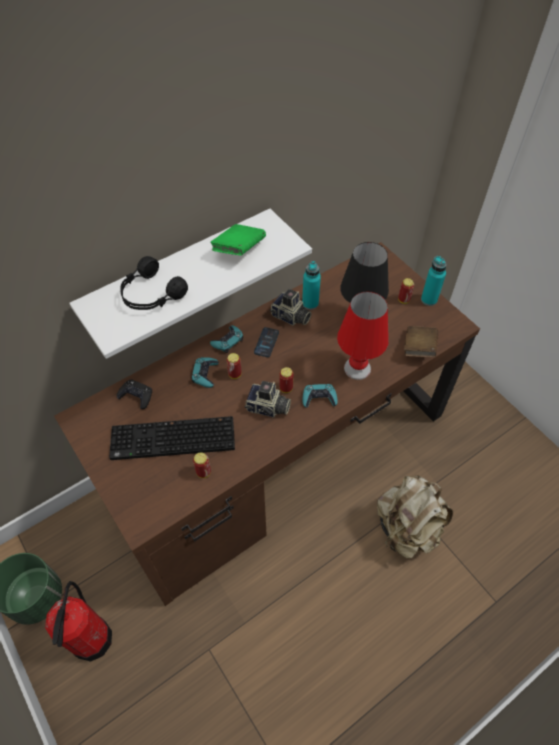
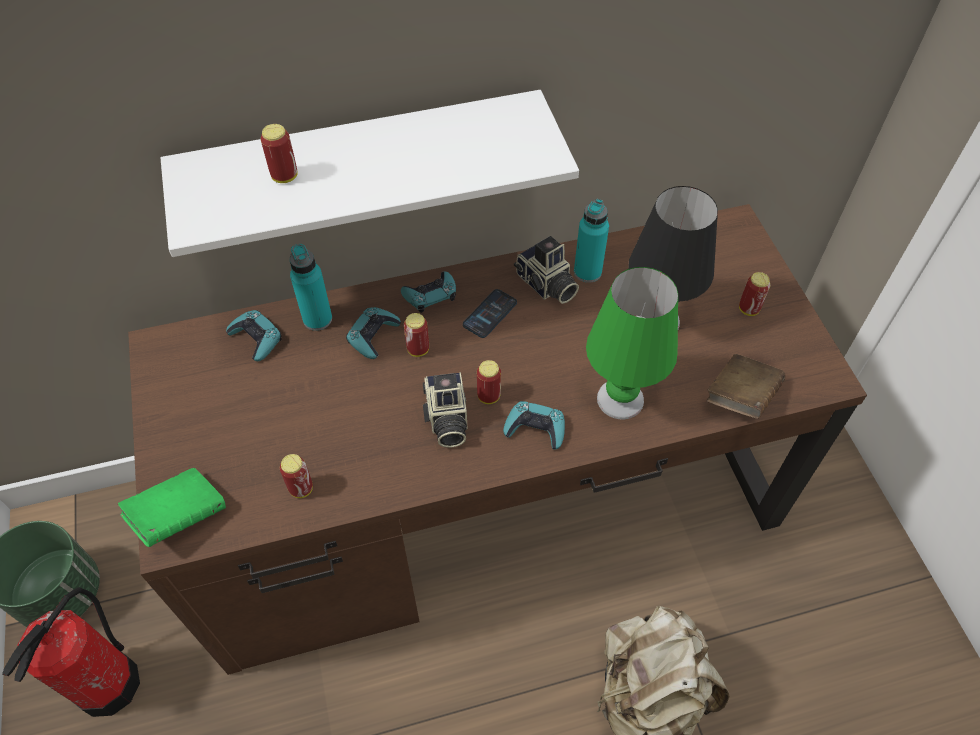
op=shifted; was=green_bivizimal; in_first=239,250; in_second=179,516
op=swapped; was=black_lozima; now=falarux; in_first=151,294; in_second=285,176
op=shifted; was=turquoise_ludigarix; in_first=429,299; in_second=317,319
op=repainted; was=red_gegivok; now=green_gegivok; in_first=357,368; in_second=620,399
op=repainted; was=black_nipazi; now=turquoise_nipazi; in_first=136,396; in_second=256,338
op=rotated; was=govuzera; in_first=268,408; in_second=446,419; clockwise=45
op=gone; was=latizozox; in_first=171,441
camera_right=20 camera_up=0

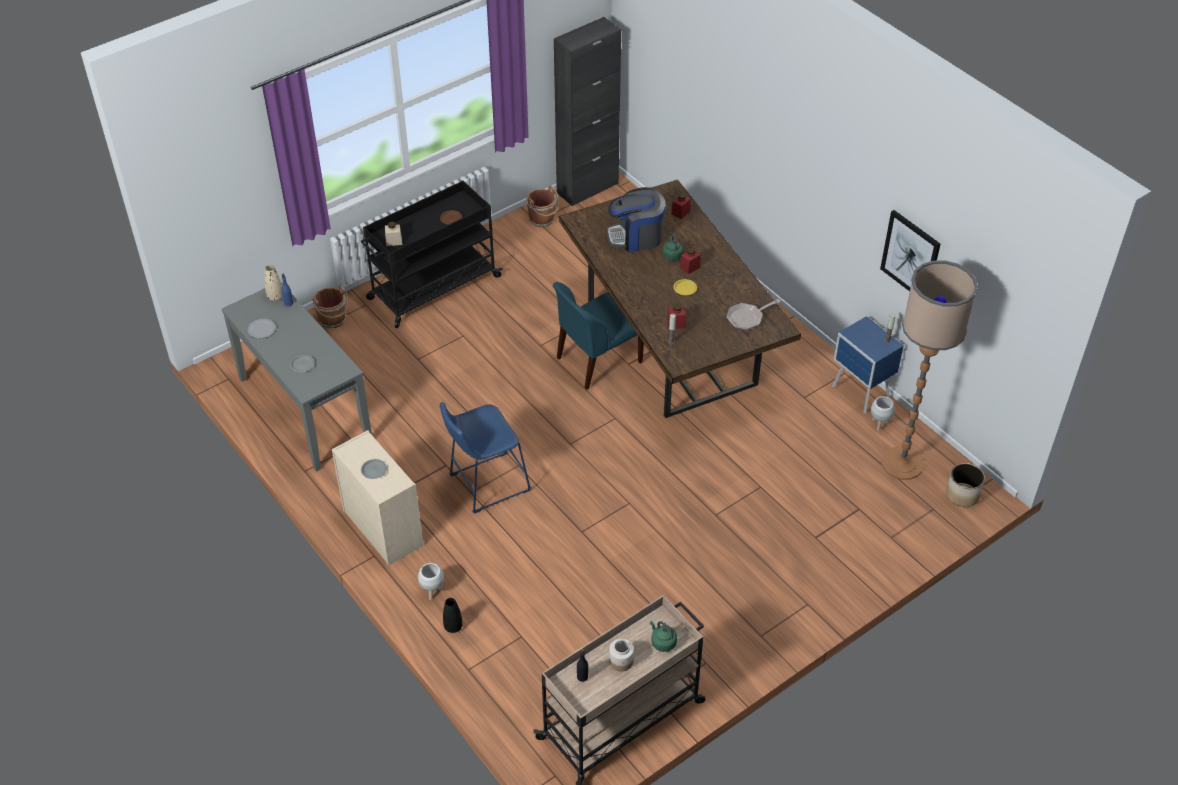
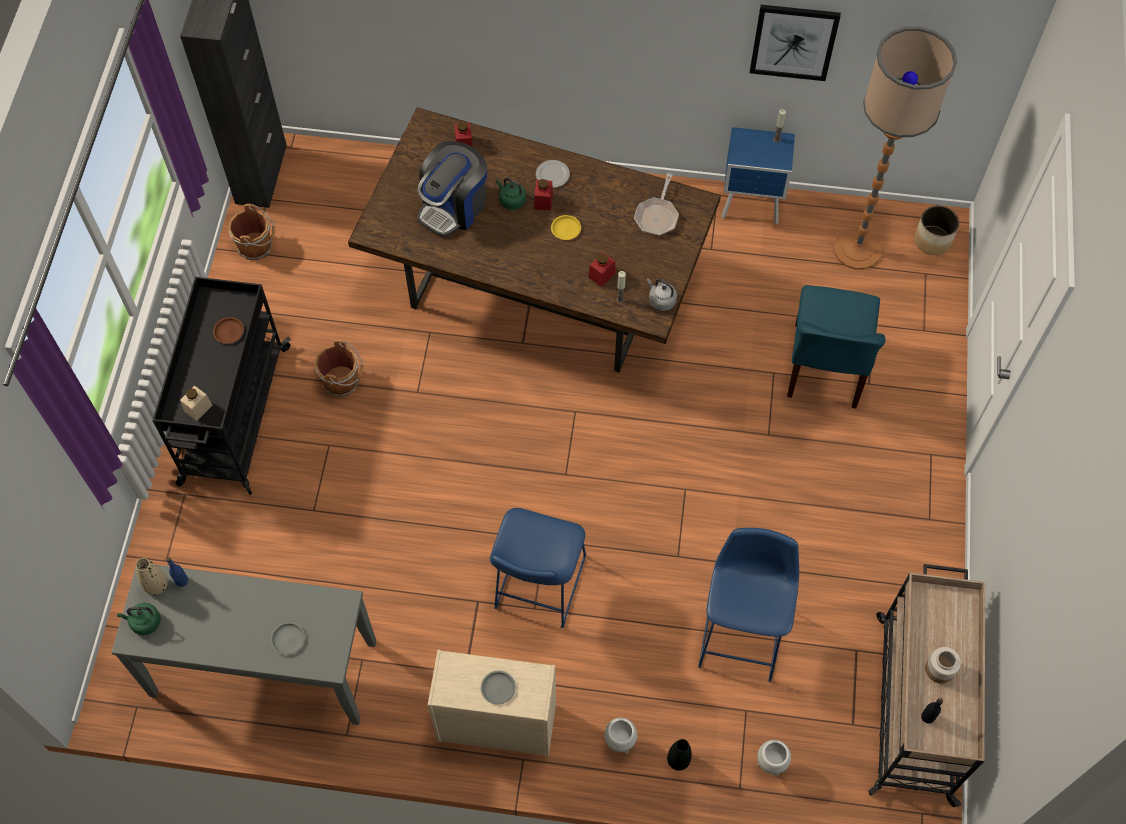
op=shifted; was=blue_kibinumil; in_first=597,360; in_second=825,368
op=shifted; was=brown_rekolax; in_first=333,320; in_second=343,381
op=shifted; was=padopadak; in_first=262,329; in_second=552,174
op=shifted; was=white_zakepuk; in_first=879,424; in_second=770,765
op=shifted; was=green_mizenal; in_first=662,642; in_second=144,622
op=new; now=grey_mizenal; in_second=661,300
op=new; now=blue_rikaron; in_second=742,630
camera_right=-45 camera_up=15

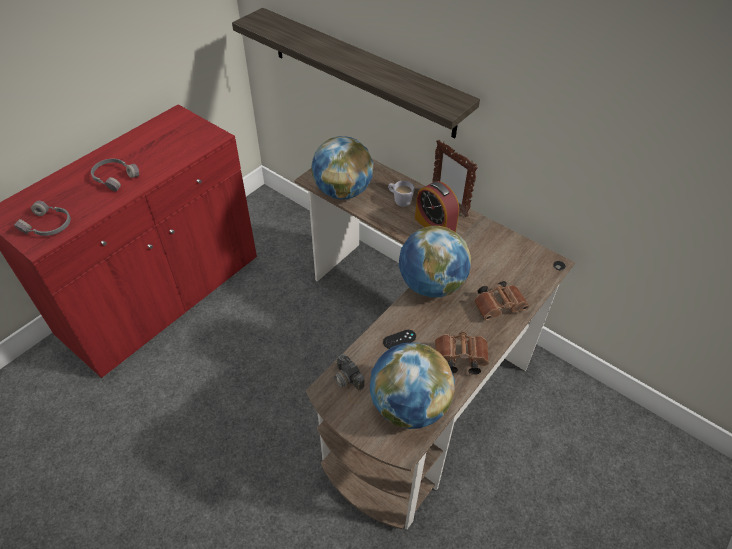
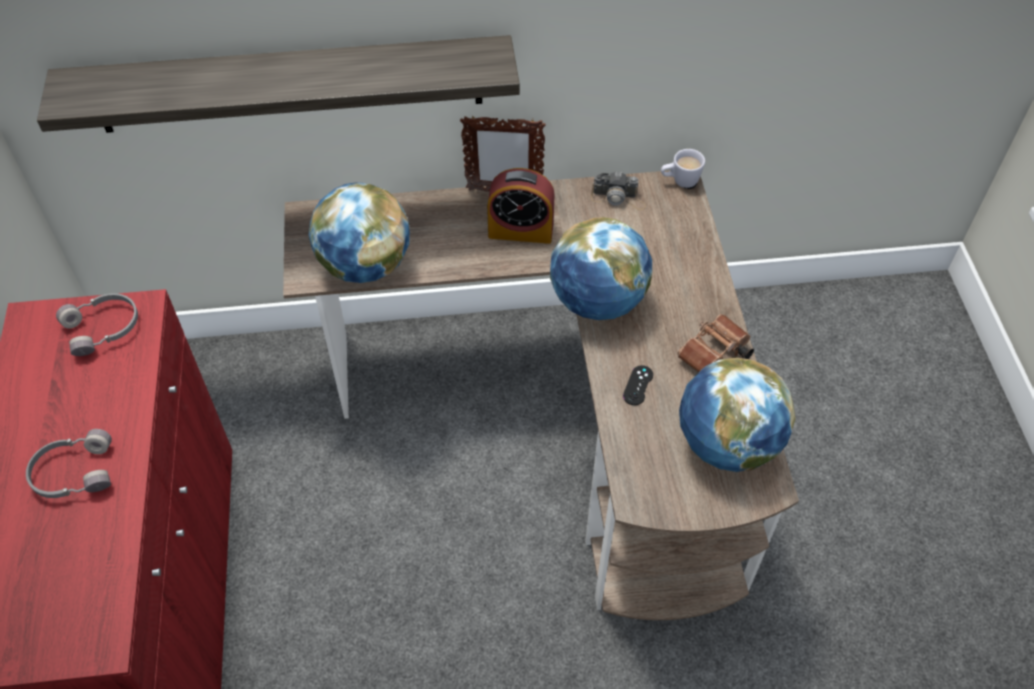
op=shifted; was=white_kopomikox; in_first=399,200; in_second=680,181
op=shifted; was=grey_lozima; in_first=48,226; in_second=104,328
op=gone; was=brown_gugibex; in_first=500,306
op=shifted; was=govuzera; in_first=348,382; in_second=618,198
camera_right=-45 camera_up=5

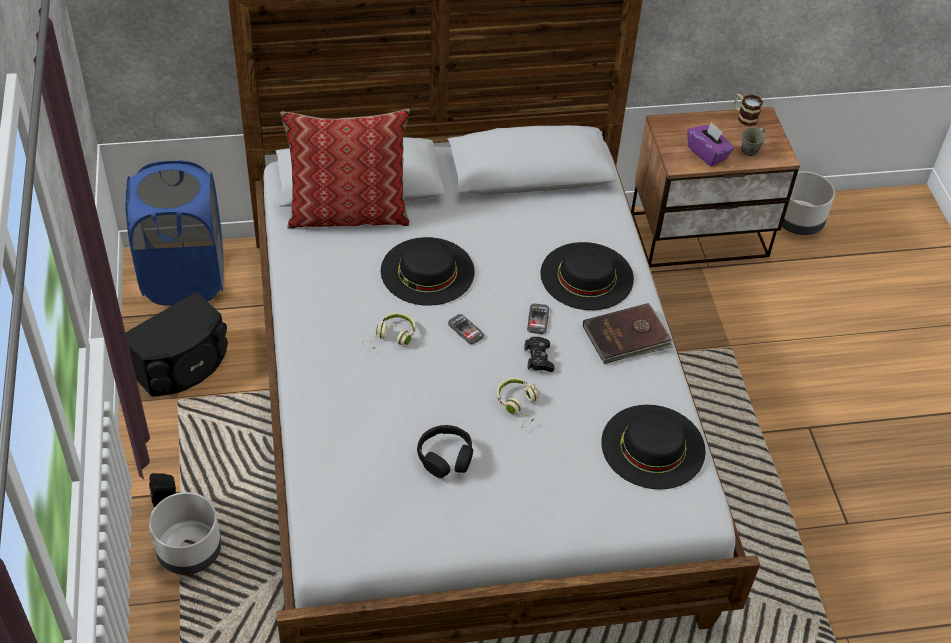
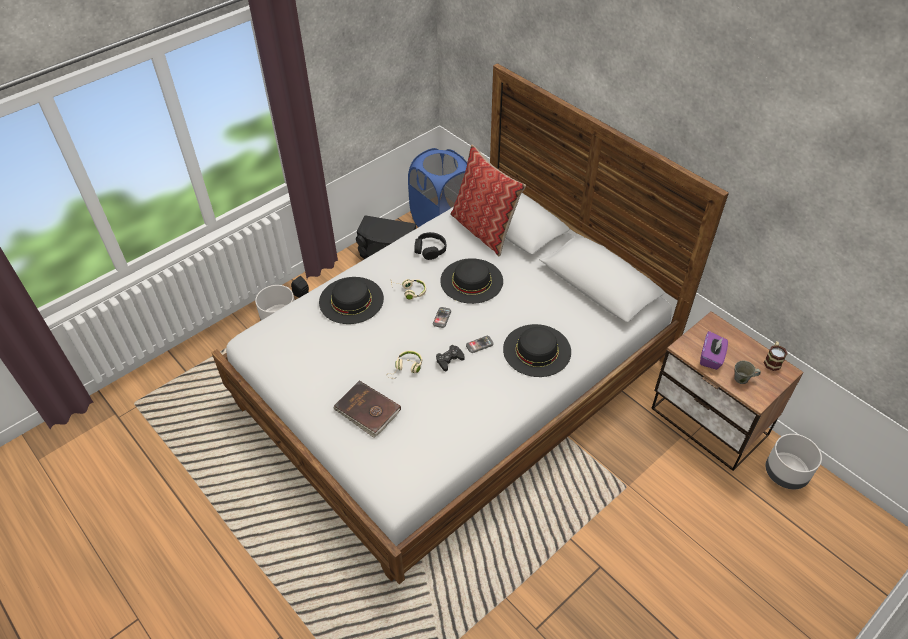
op=shifted; was=brown_bivizimal; in_first=627,337; in_second=367,411
op=shifted; was=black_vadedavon; in_first=653,446; in_second=351,300
op=shifted; was=black_lozima; in_first=445,457; in_second=430,250
camera_right=60 camera_up=0

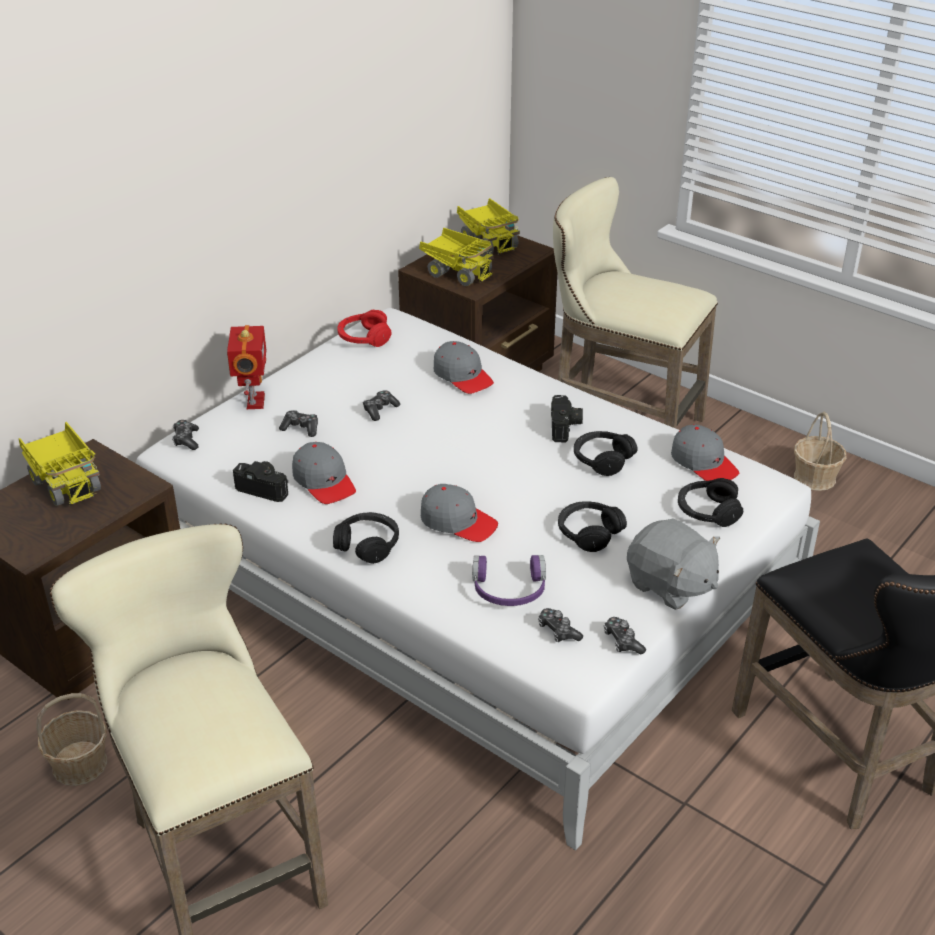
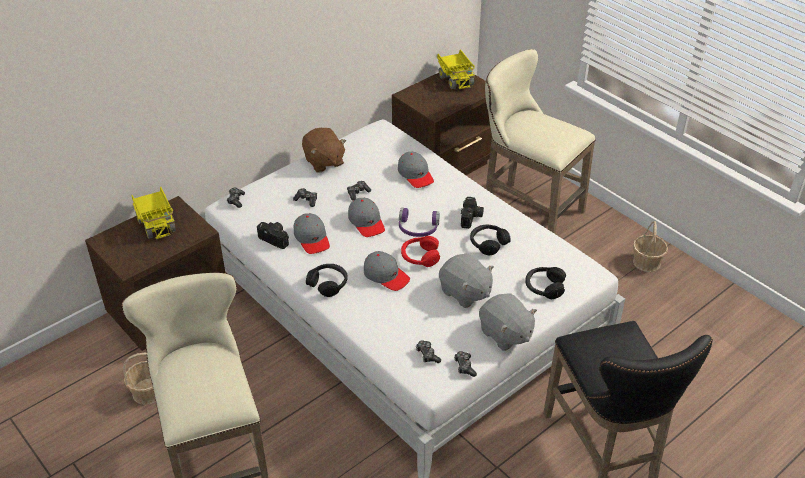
op=gone; was=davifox; in_first=457,272
op=shifted; was=red_lozima; in_first=364,338; in_second=420,257
op=gone; was=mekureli; in_first=253,402
op=shifted; was=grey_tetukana; in_first=704,463; in_second=366,222
op=swapped; was=black_lozima; now=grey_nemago; in_first=589,533; in_second=465,293
op=shifted; was=purple_lozima; in_first=509,591; in_second=418,229
op=new; now=brown_nemago; in_second=323,162
camera_right=10 camera_up=5

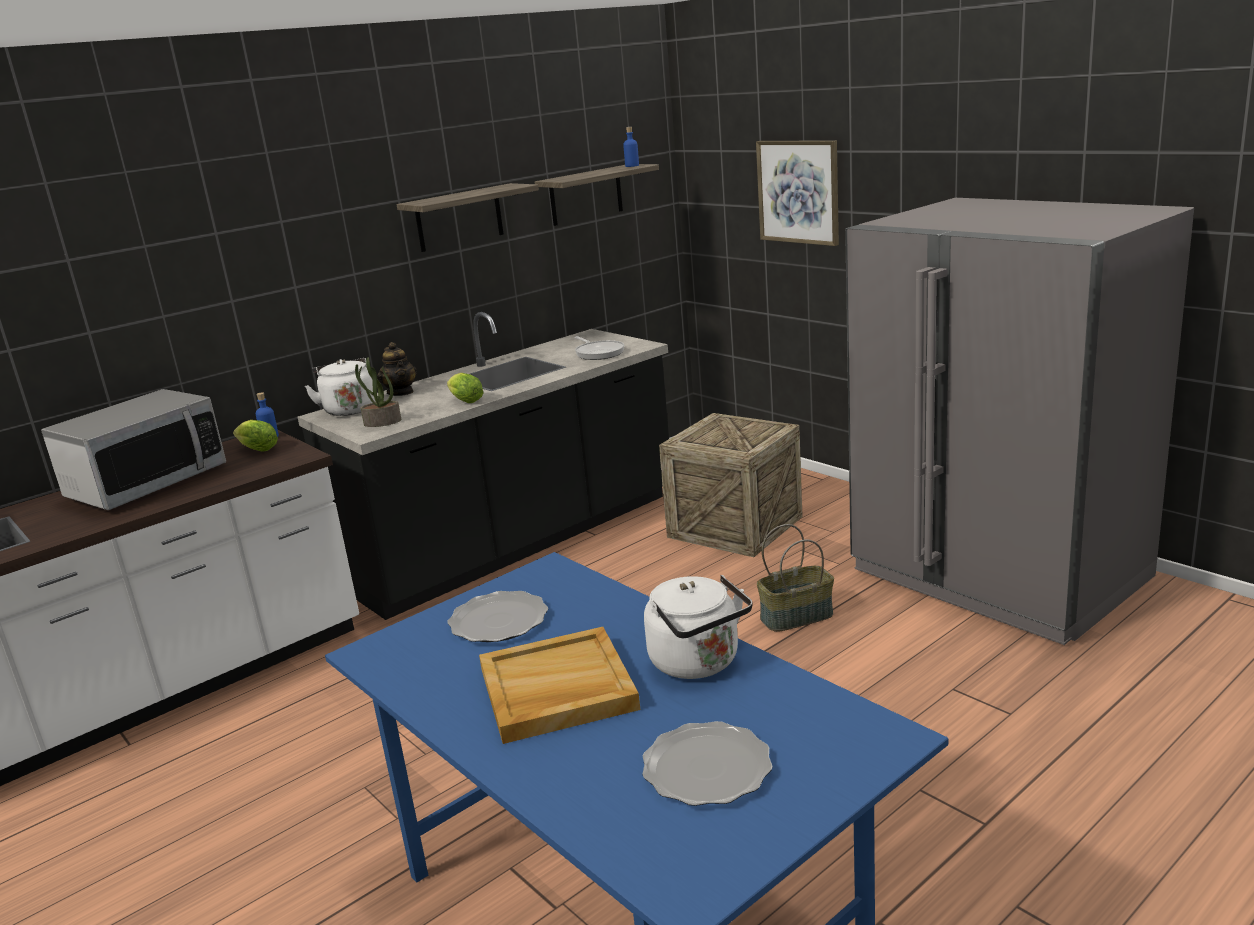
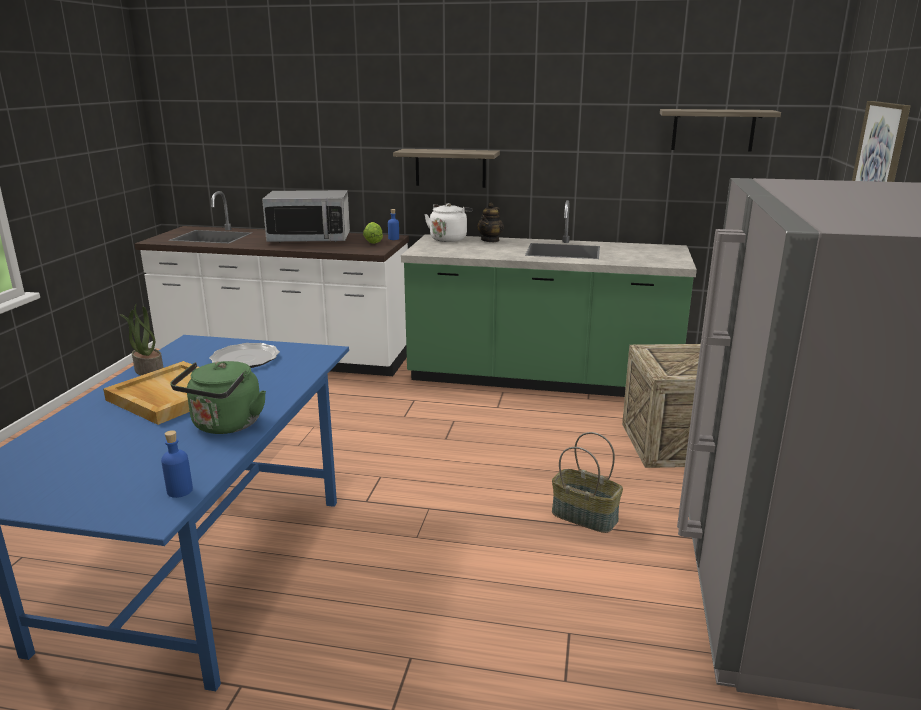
op=shifted; was=blue_ludigarix; in_first=632,166; in_second=180,491
op=shifted; was=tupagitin; in_first=459,218; in_second=450,168
op=repainted; was=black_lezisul; now=green_lezisul; in_first=517,542; in_second=541,379
op=gone; was=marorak; in_first=598,353
op=shifted; was=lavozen; in_first=382,422; in_second=148,370
op=gone; was=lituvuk; in_first=464,401
op=repainted; was=white_mizenal; now=green_mizenal; in_first=699,663; in_second=225,426
op=gone; was=padopadak; in_first=707,769
camera_right=50 camera_up=0

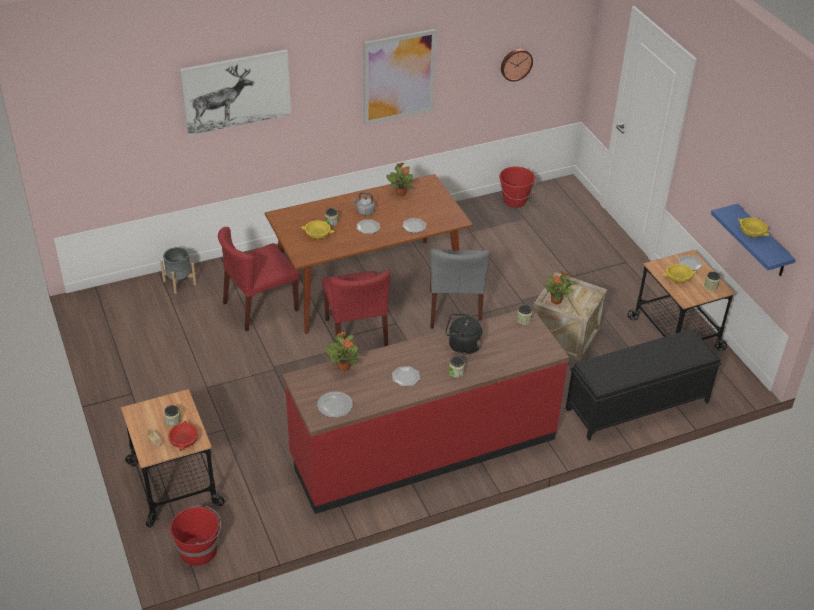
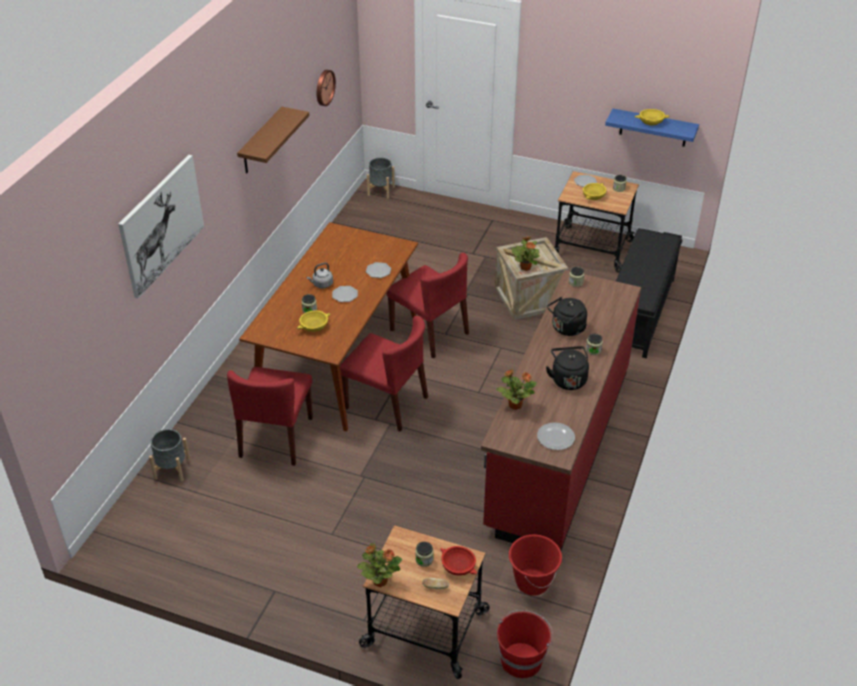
op=swapped; was=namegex; now=brown_tupagitin; in_first=398,76; in_second=261,141
op=shifted; was=lavozen; in_first=401,193; in_second=379,581
op=shifted; was=red_rekolax; in_first=514,201; in_second=532,582
op=repainted; was=grey_kibinumil; now=red_kibinumil; in_first=455,309; in_second=429,332
op=swapped; was=padopadak; now=black_mizenal; in_first=406,377; in_second=568,379
op=new; now=grey_zakepuk; in_second=381,191
camera_right=-45 camera_up=0

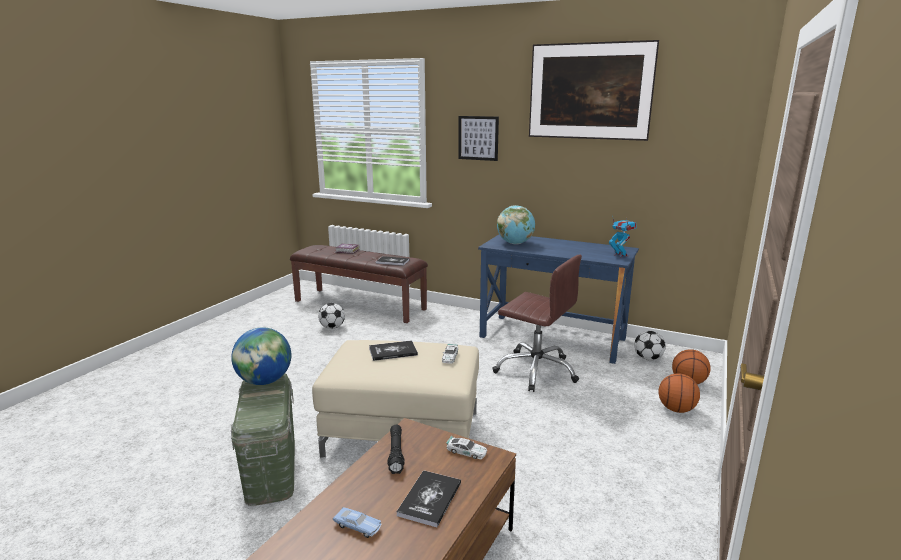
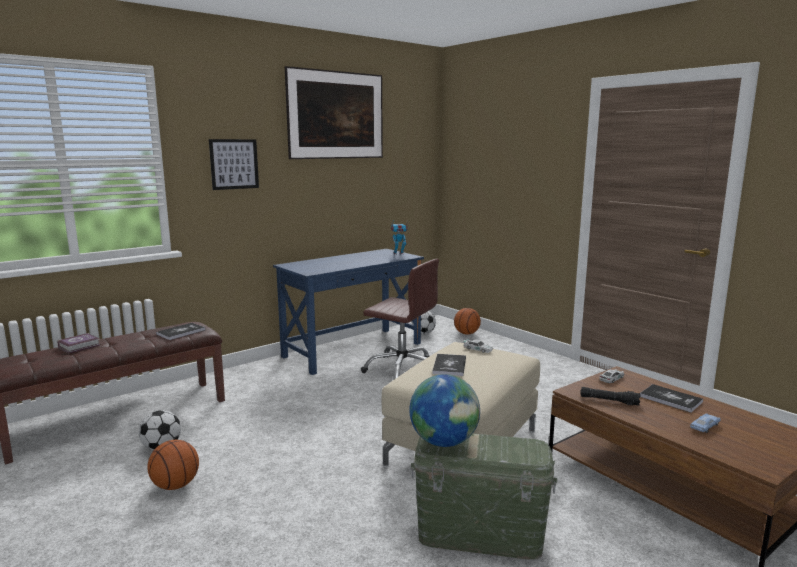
op=gone; was=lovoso; in_first=515,243
op=rotated; was=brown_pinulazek; in_first=536,370; in_second=402,370; clockwise=60
op=shifted; was=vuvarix; in_first=676,409; in_second=175,485
camera_right=-65 camera_up=-5

